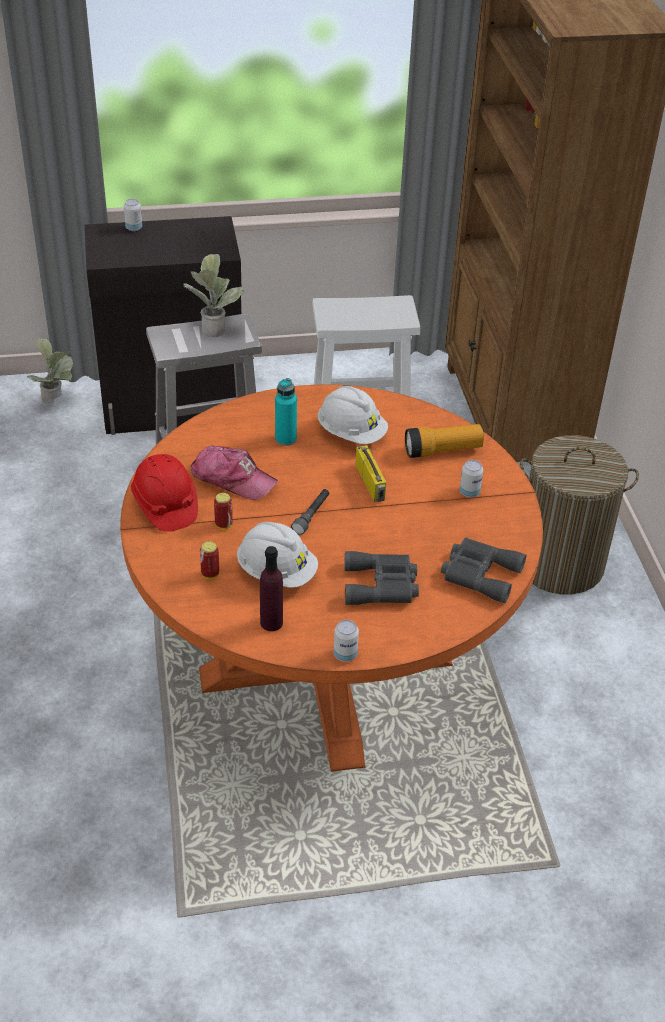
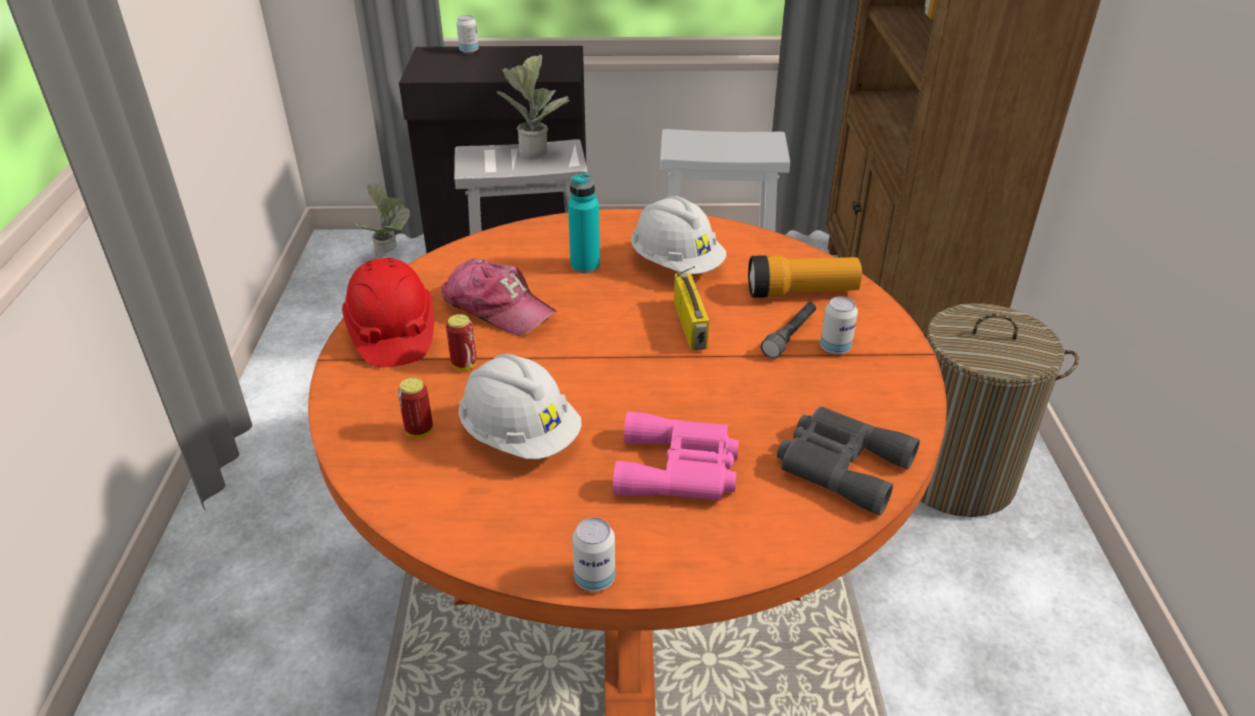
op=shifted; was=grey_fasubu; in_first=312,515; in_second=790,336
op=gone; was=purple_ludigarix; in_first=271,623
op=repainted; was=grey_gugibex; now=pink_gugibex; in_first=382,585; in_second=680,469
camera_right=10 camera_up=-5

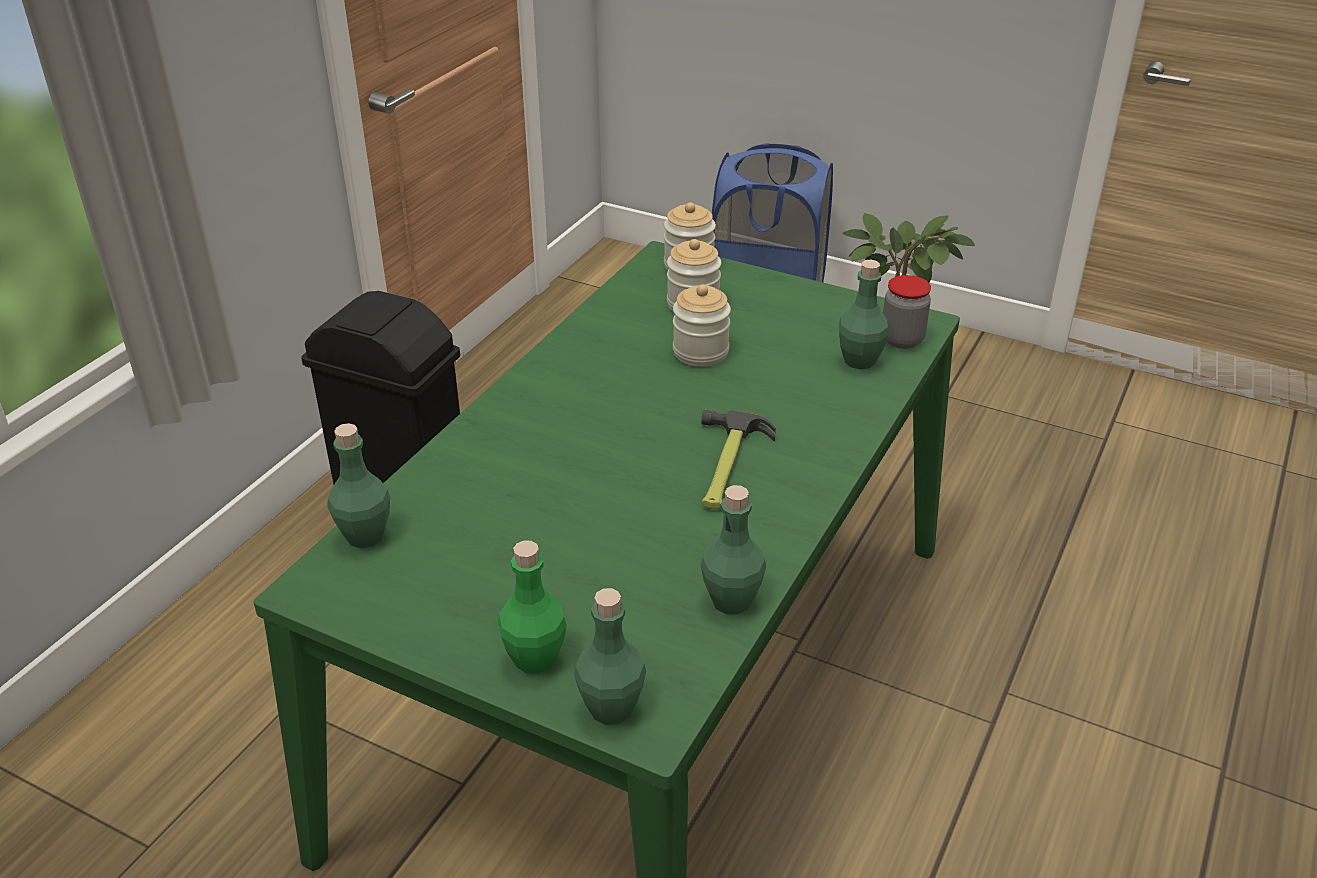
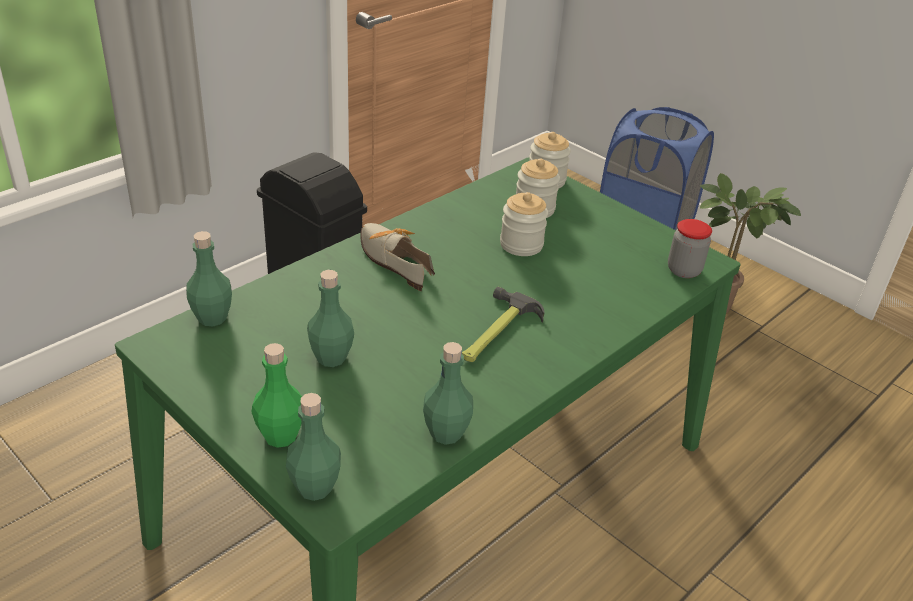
op=shifted; was=green_ludigarix; in_first=859,361; in_second=331,357
op=new; now=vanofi; in_second=393,260
camera_right=15 camera_up=0

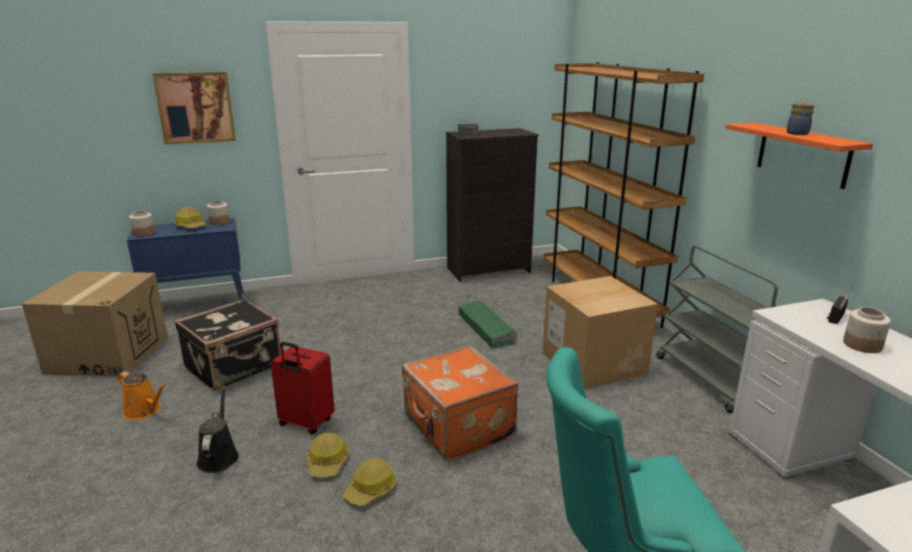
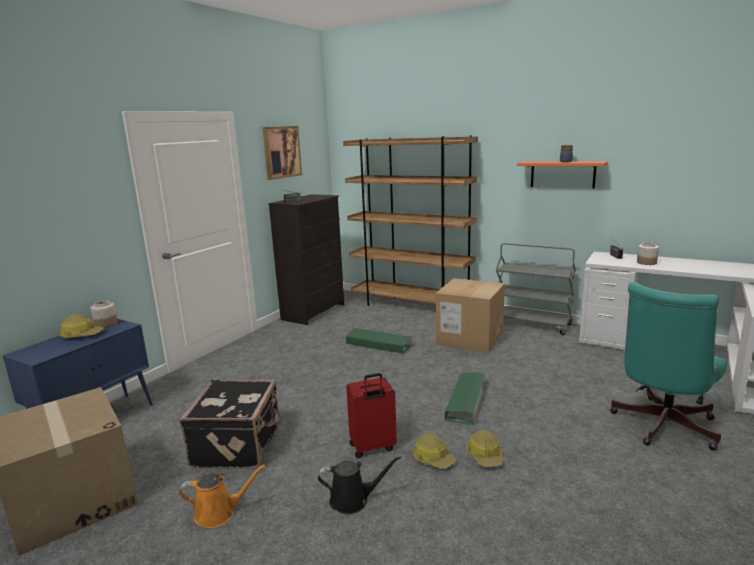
op=shifted; was=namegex; in_first=195,107; in_second=281,152
op=gone; was=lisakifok; in_first=143,233
op=swapped; was=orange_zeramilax; now=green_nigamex; in_first=457,428; in_second=466,401
op=rotated; was=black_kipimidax; in_first=219,456; in_second=353,500; clockwise=135
camera_right=-40 camera_up=-5

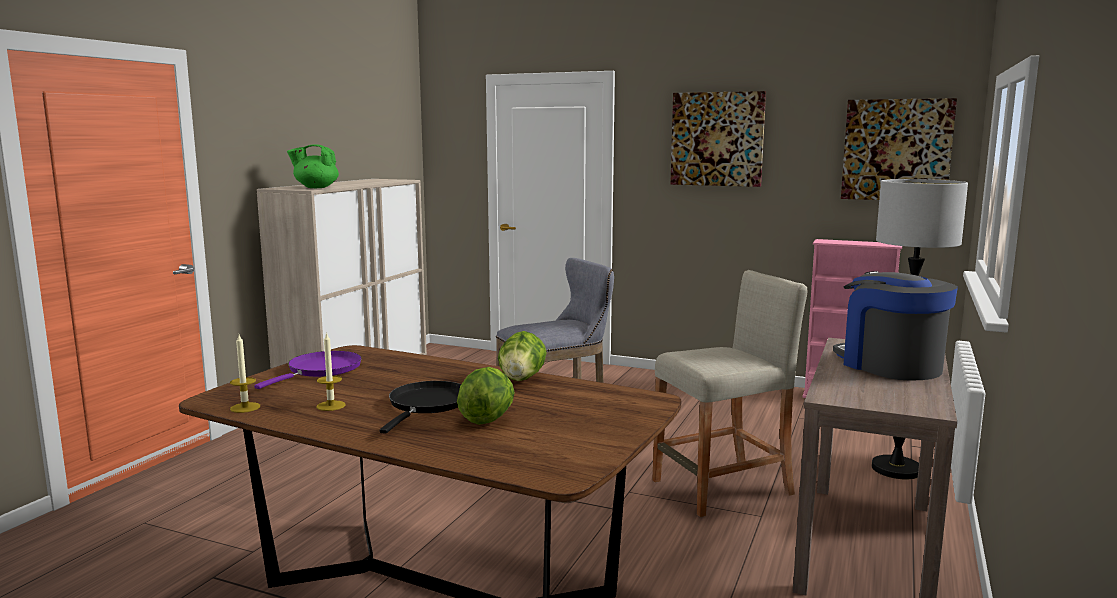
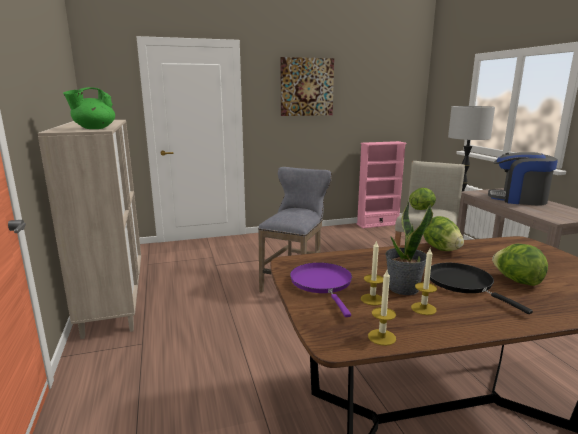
op=gone; was=namegex; in_first=896,150
op=new; now=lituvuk; in_second=422,209
op=new; now=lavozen; in_second=403,288
op=new; now=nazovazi; in_second=372,299
camera_right=-40 camera_up=5

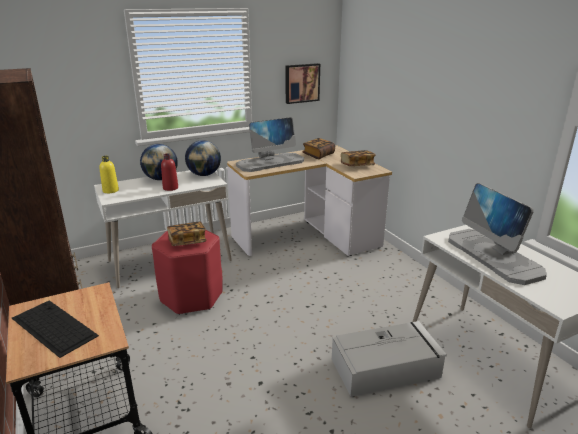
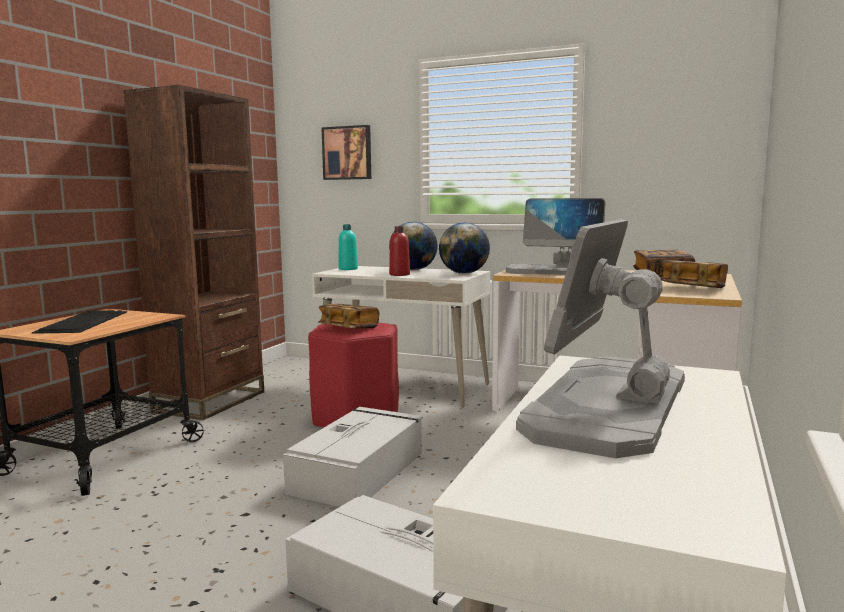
op=shifted; was=namegex; in_first=301,83; in_second=347,153
op=repainted; was=yellow_ludigarix; now=turquoise_ludigarix; in_first=110,190; in_second=348,269
op=new; now=grey_nigamex; in_second=359,471
camera_right=50 camera_up=-15

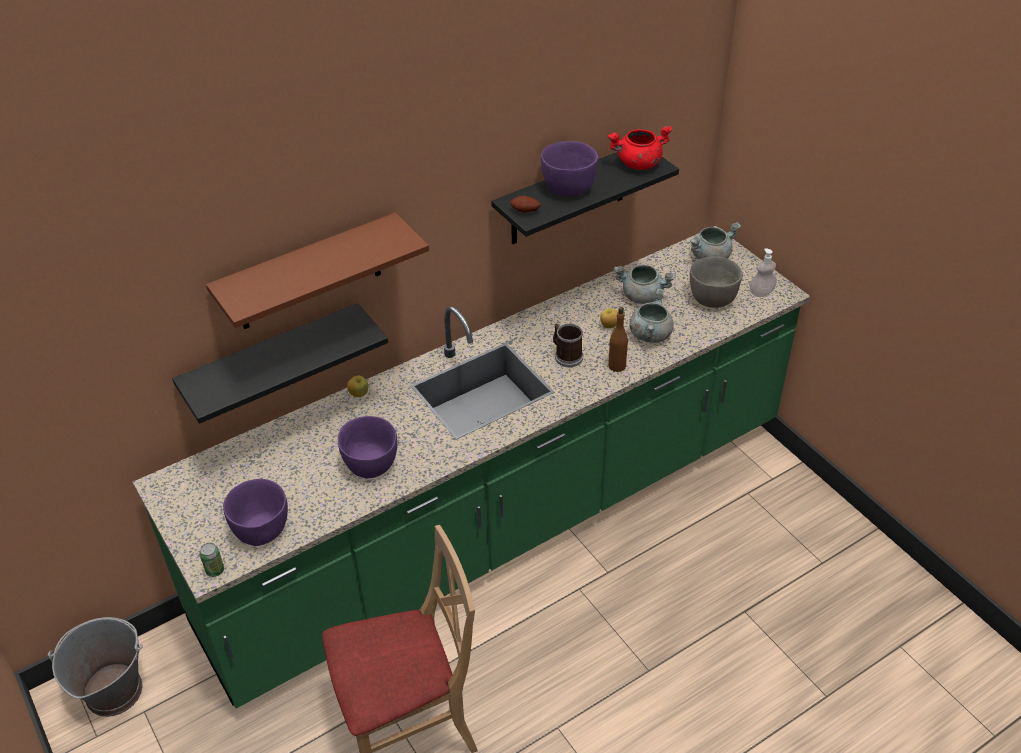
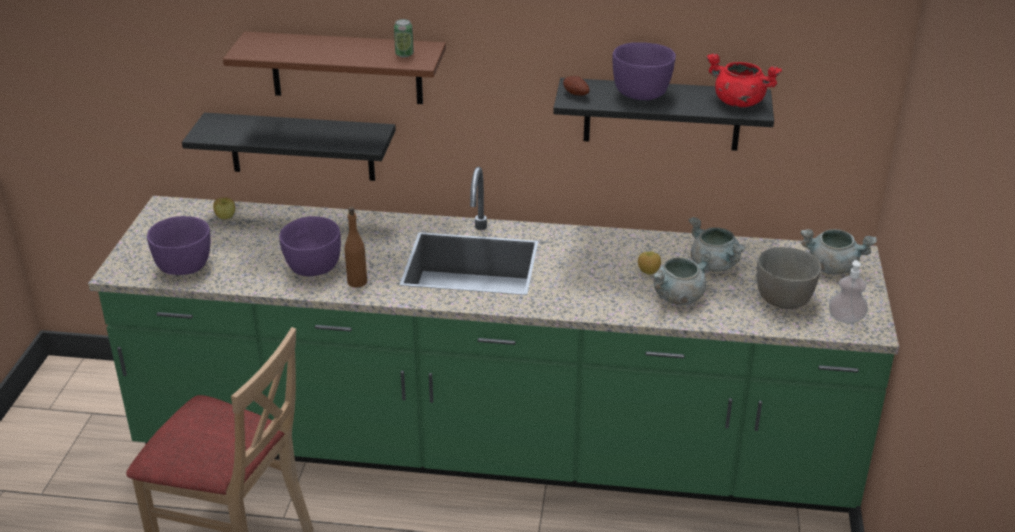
op=shifted; was=brown_ludigarix; in_first=616,366; in_second=357,281
op=gone; was=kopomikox; in_first=566,356
op=shifted; was=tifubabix; in_first=359,394; in_second=226,218
op=shifted; was=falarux; in_first=215,570; in_second=404,54
op=gone; was=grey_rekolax; in_first=113,691
camera_right=40 camera_up=-10

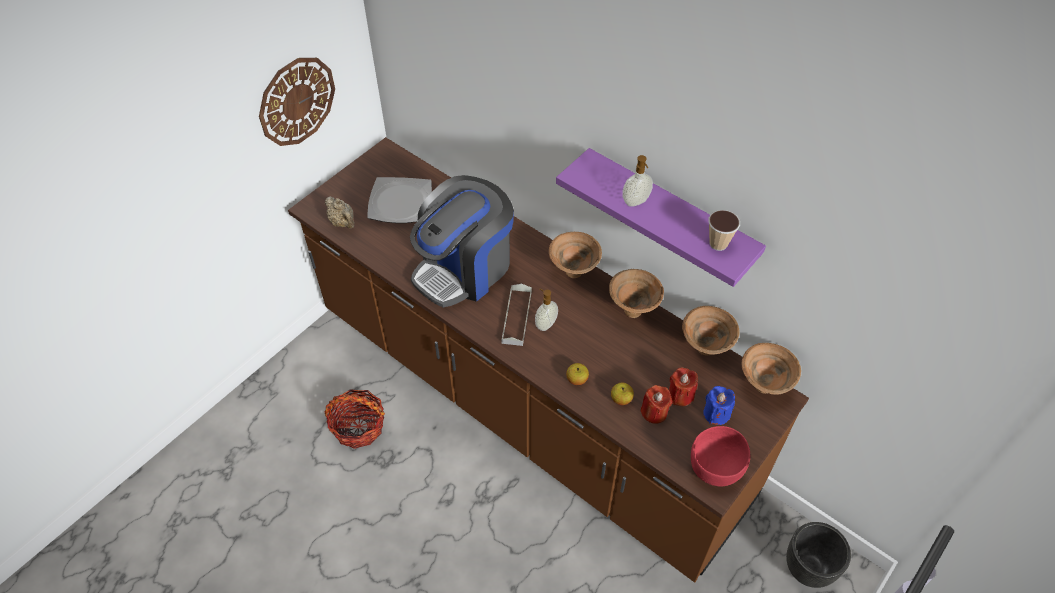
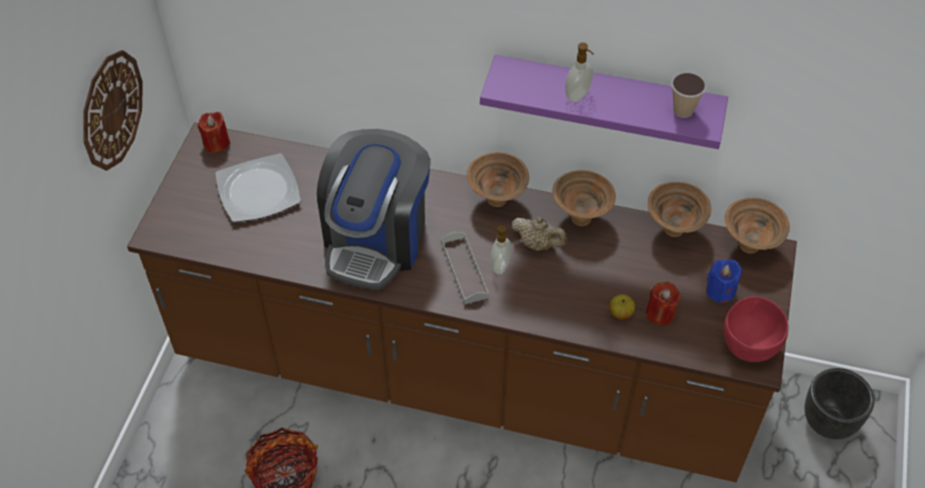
op=shifted; was=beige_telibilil; in_first=343,223; in_second=538,244
op=gone; was=tifubabix; in_first=577,379
op=shifted; was=red_nazovazi; in_first=680,395; in_second=216,143
camera_right=-25 camera_up=0

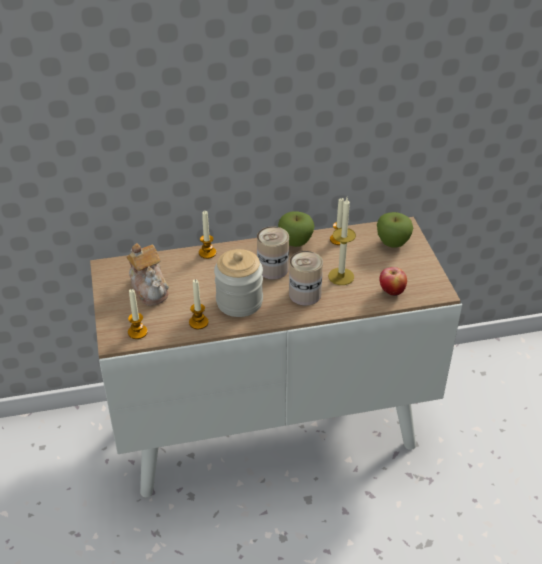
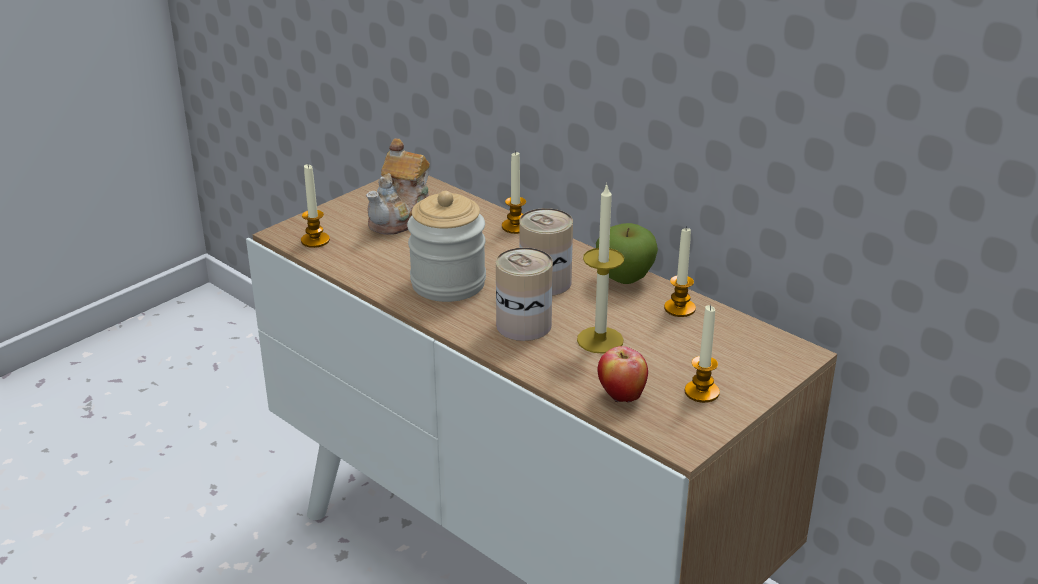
op=gone; was=tifubabix; in_first=392,243
op=shifted; was=nazovazi; in_first=198,322; in_second=701,392
camera_right=55 camera_up=-10

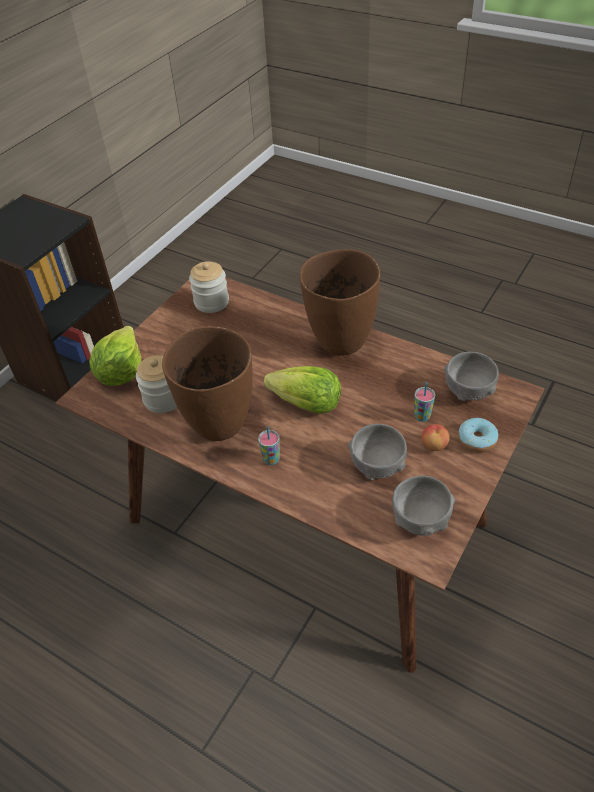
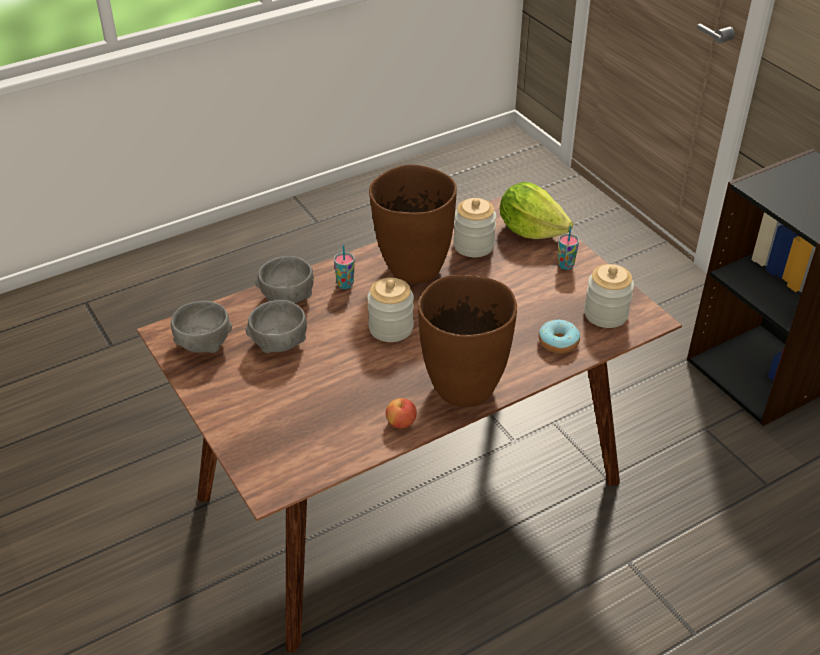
op=shifted; was=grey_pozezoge; in_first=469,390; in_second=287,297
op=swapped; was=lituvuk; now=lisakifok; in_first=307,405; in_second=391,328
op=shifted; was=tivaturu; in_first=422,416; in_second=565,265
op=shifted; was=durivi; in_first=476,440; in_second=558,342
op=shifted; was=tifubabix; in_first=434,445; in_second=401,422
camera_right=115 camera_up=-5

